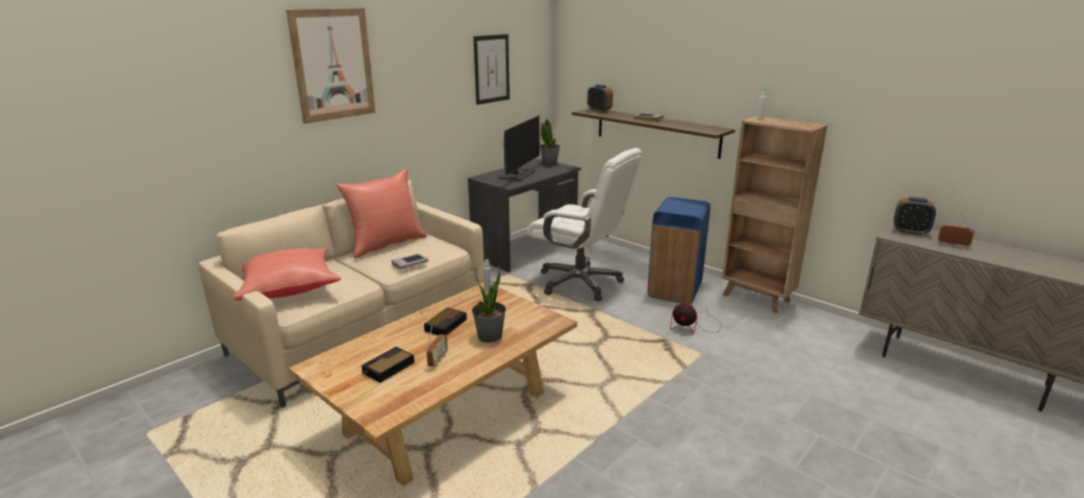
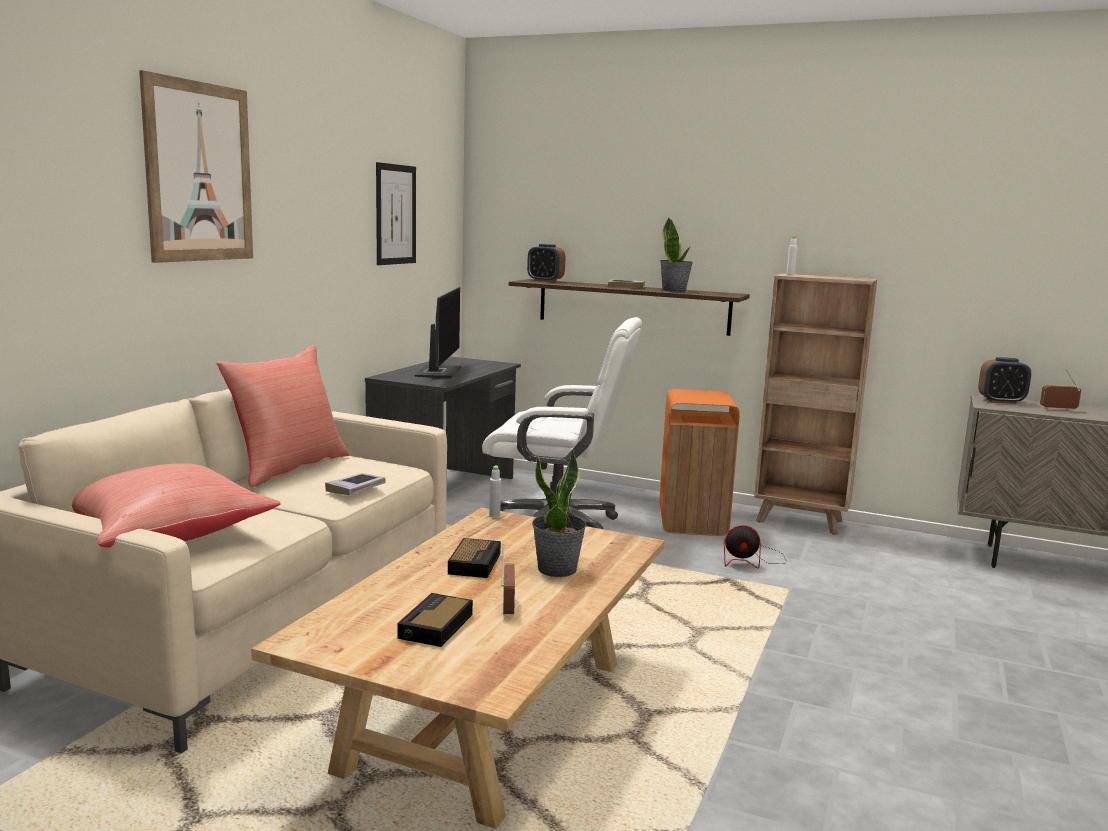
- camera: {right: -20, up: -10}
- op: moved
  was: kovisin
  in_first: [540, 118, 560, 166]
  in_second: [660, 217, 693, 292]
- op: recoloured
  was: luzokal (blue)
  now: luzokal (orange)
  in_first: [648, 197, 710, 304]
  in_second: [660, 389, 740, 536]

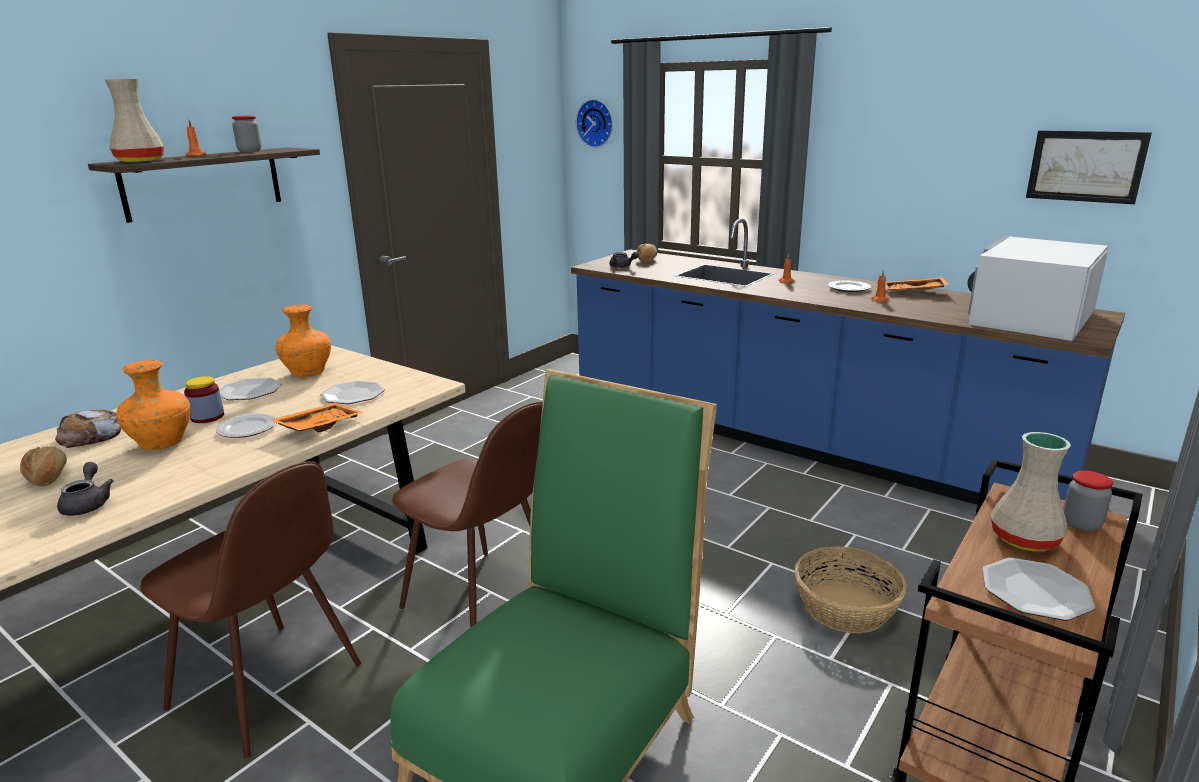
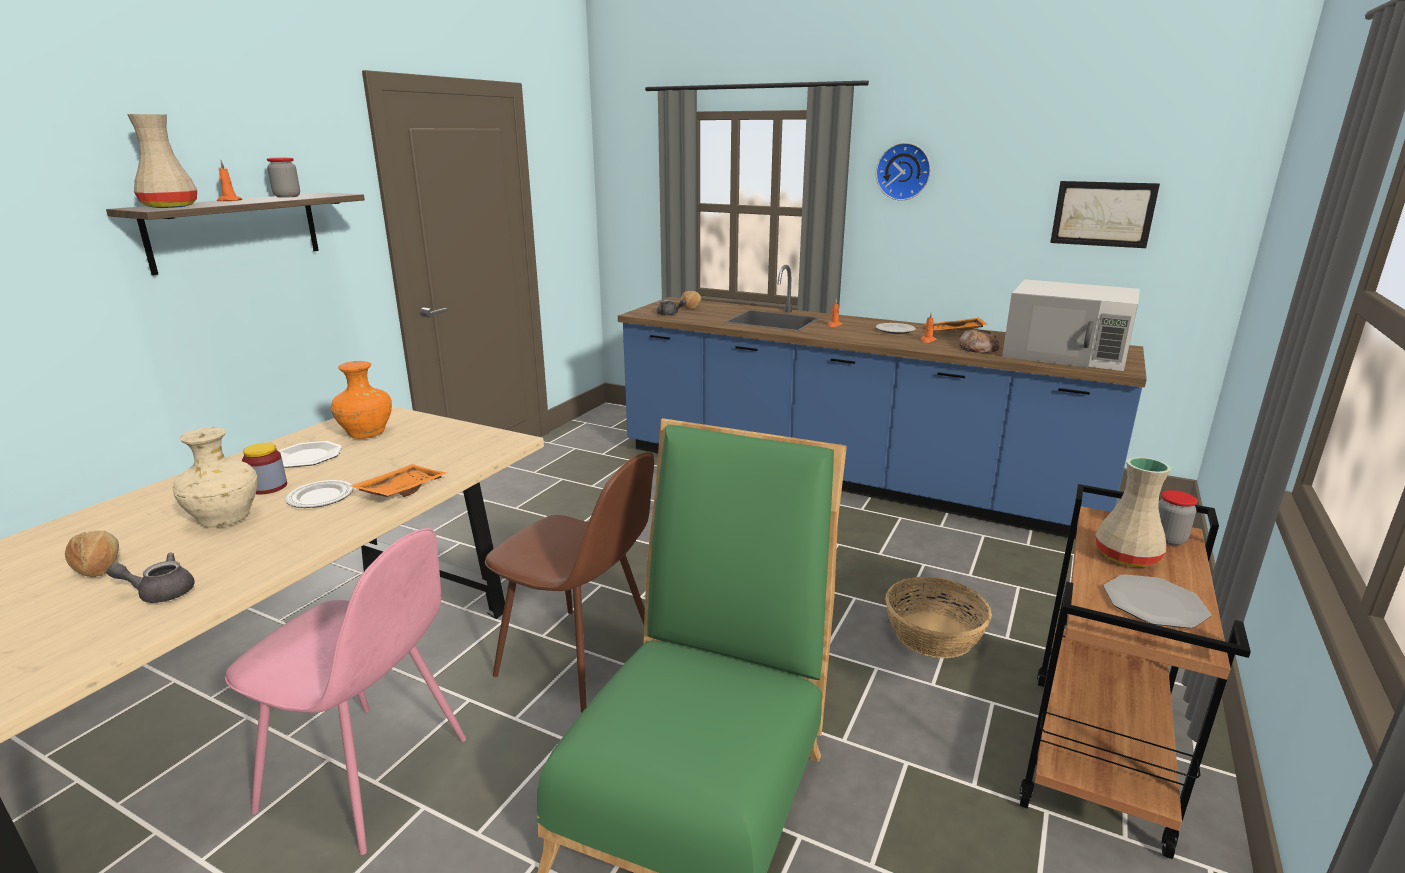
- camera: {right: -10, up: 0}
- op: moved
  was: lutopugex
  in_first: [576, 99, 613, 148]
  in_second: [876, 143, 931, 201]
- op: turned
  was: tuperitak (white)
  in_first: [968, 236, 1108, 341]
  in_second: [1002, 279, 1140, 371]
  clockwise: -90
- op: recoloured
  was: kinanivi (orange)
  now: kinanivi (beige)
  in_first: [116, 360, 191, 450]
  in_second: [172, 427, 258, 528]
- op: removed
  was: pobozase
  in_first: [321, 381, 385, 404]
- op: moved
  was: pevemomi
  in_first: [55, 409, 121, 448]
  in_second: [957, 329, 1000, 353]
- op: recoloured
  was: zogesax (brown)
  now: zogesax (pink)
  in_first: [140, 461, 361, 758]
  in_second: [225, 528, 466, 855]
- op: turned
  was: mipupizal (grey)
  in_first: [57, 462, 114, 516]
  in_second: [106, 553, 195, 603]
  clockwise: -75

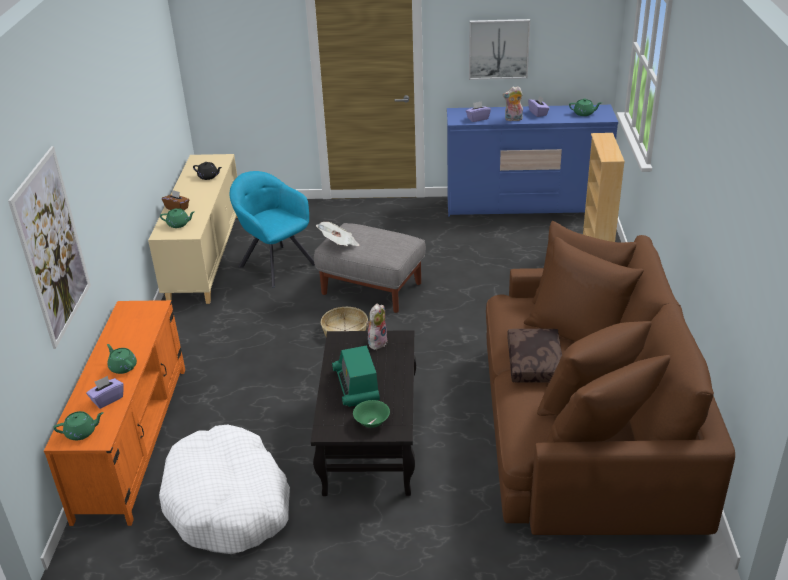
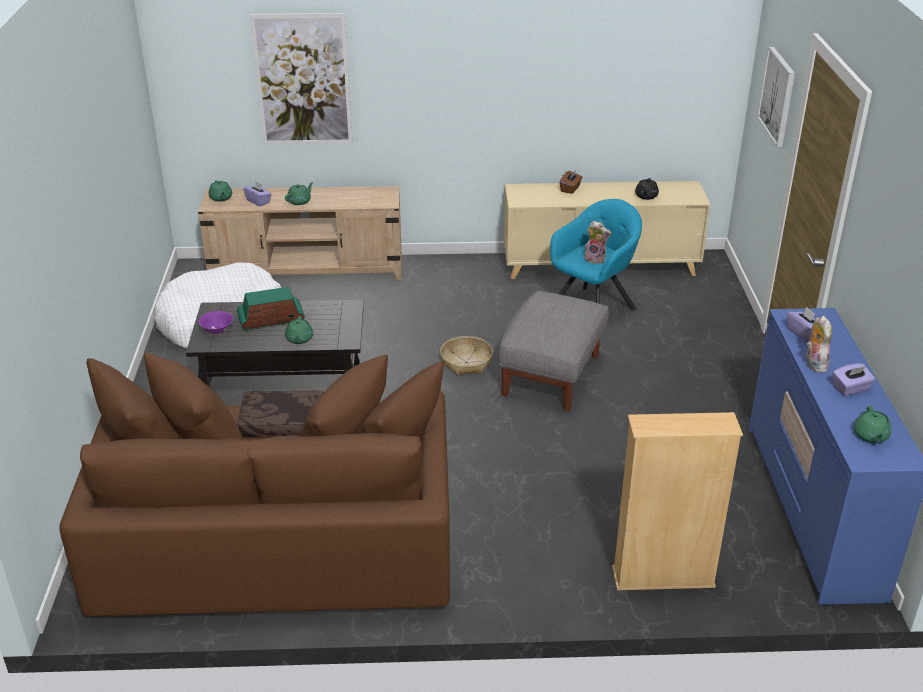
- camera: {right: 85, up: 0}
- op: moved
  was: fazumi
  in_first: [469, 19, 530, 80]
  in_second: [757, 47, 795, 147]
- op: moved
  was: mipupizal (green)
  in_first: [160, 208, 194, 228]
  in_second: [285, 316, 313, 344]
- op: removed
  was: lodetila
  in_first: [316, 222, 360, 246]
- op: recoloured
  was: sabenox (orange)
  now: sabenox (beige)
  in_first: [44, 300, 185, 526]
  in_second: [198, 186, 402, 280]
- op: moved
  was: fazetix
  in_first: [366, 304, 388, 350]
  in_second: [581, 221, 611, 264]
- op: recoloured
  was: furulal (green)
  now: furulal (purple)
  in_first: [353, 400, 390, 428]
  in_second: [199, 311, 234, 334]

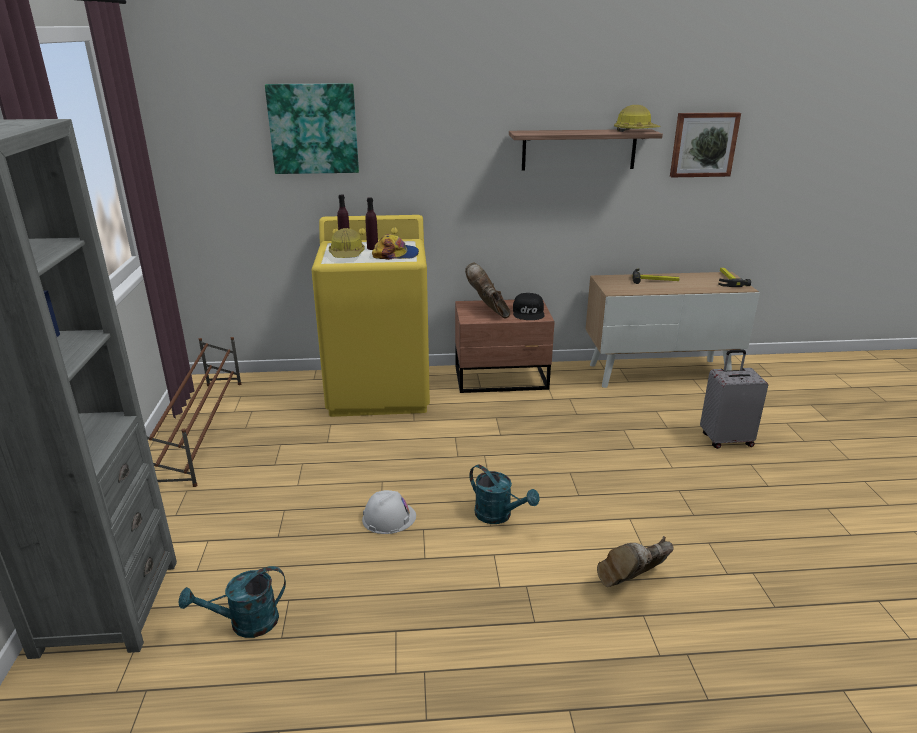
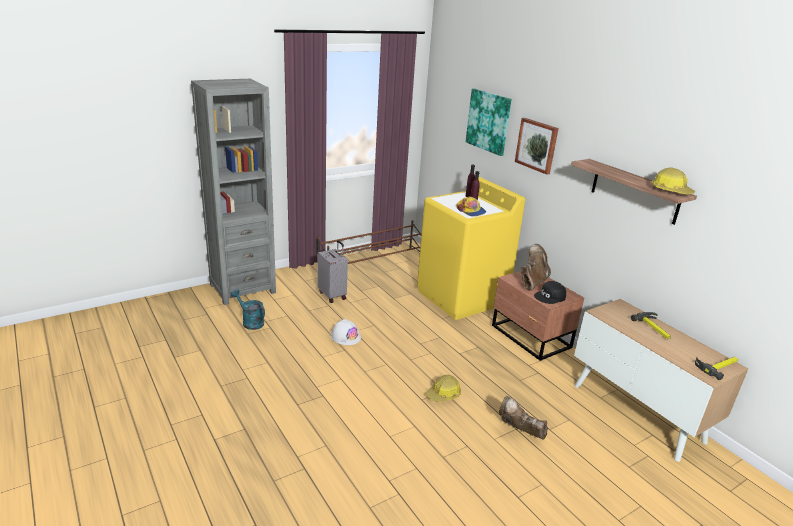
- camera: {right: 60, up: 0}
- op: moved
  was: fazumi
  in_first: [670, 112, 741, 177]
  in_second: [515, 118, 559, 175]
- op: moved
  was: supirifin
  in_first: [329, 228, 365, 258]
  in_second: [426, 375, 461, 402]
- op: moved
  was: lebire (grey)
  in_first: [700, 350, 768, 449]
  in_second: [318, 240, 348, 303]
- op: removed
  was: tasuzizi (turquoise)
  in_first: [469, 465, 540, 524]
- op: moved
  was: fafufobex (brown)
  in_first: [597, 536, 674, 587]
  in_second: [499, 396, 548, 440]

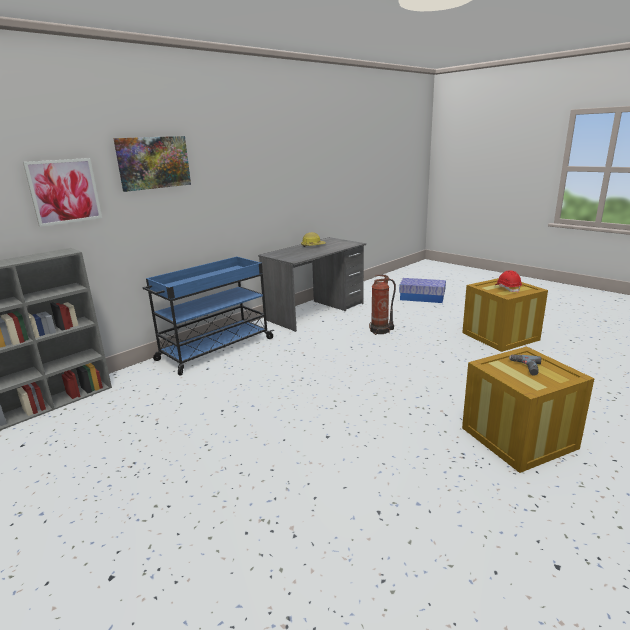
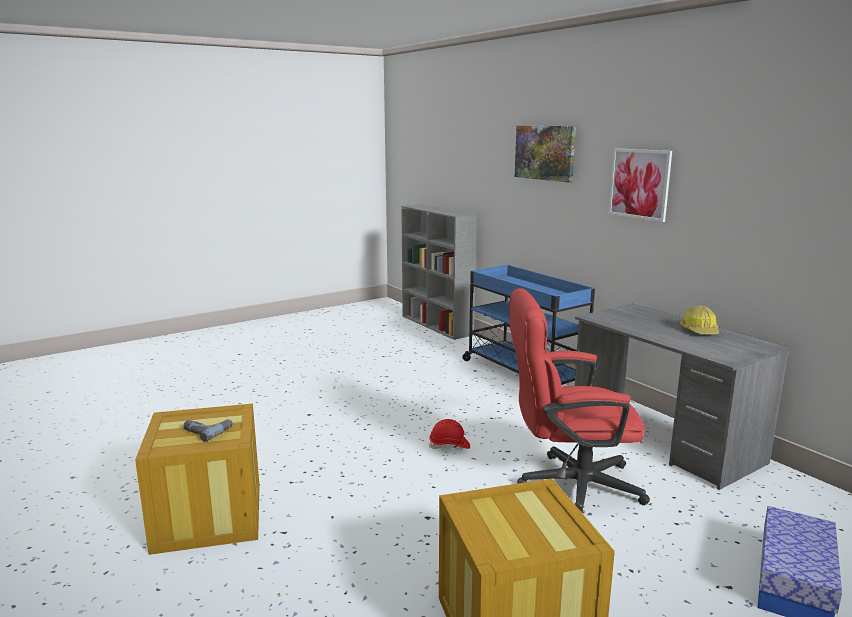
- camera: {right: 100, up: -5}
- op: moved
  was: fazumi
  in_first: [23, 158, 102, 227]
  in_second: [608, 148, 672, 222]
- op: moved
  was: supirifin (red)
  in_first: [495, 270, 522, 293]
  in_second: [429, 419, 470, 449]
- op: replaced
  was: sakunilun
  now: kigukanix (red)
  in_first: [369, 275, 396, 335]
  in_second: [509, 288, 650, 513]

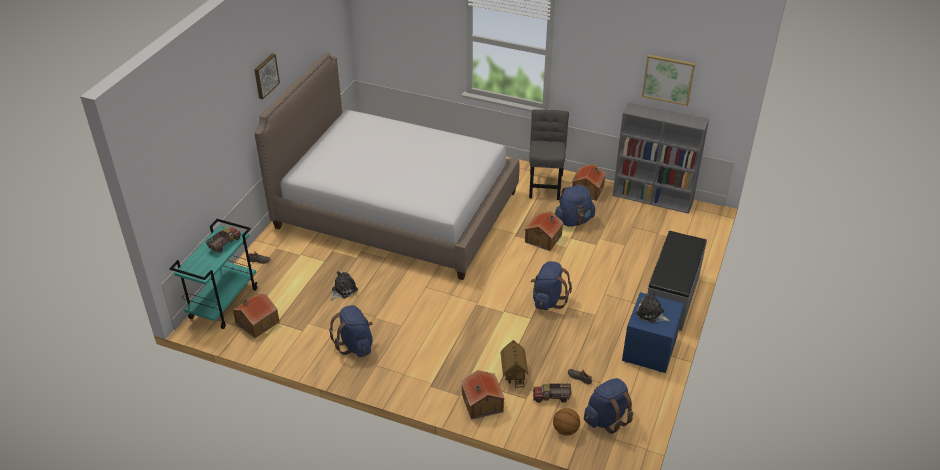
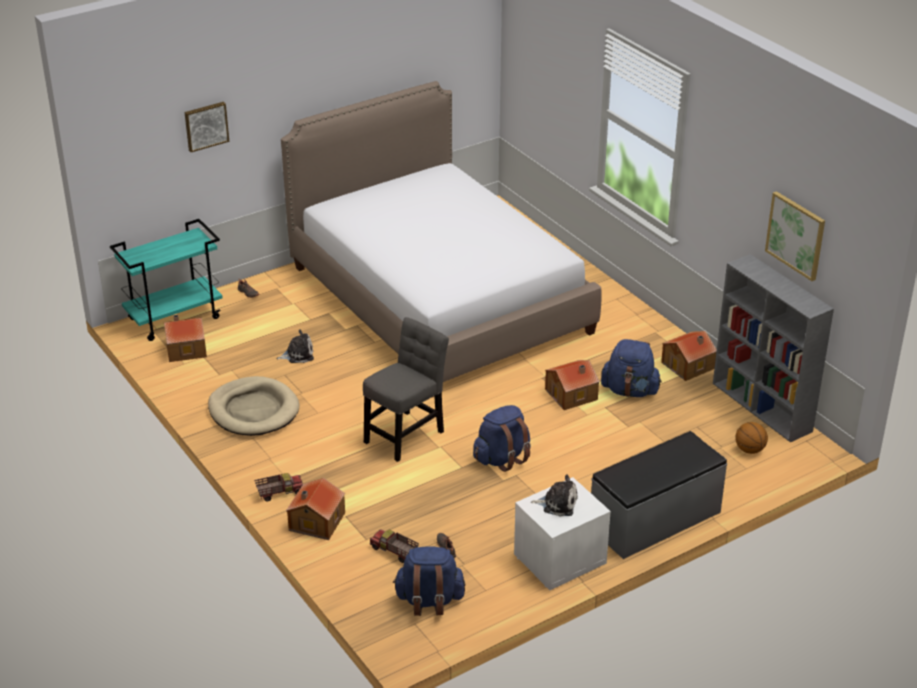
- camera: {right: 35, up: -5}
- op: moved
  was: fazumi
  in_first: [254, 53, 280, 99]
  in_second: [185, 102, 229, 152]
- op: moved
  was: zogesax (grey)
  in_first: [529, 109, 569, 200]
  in_second: [363, 317, 449, 462]
- op: moved
  was: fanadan
  in_first: [205, 227, 241, 253]
  in_second: [254, 473, 303, 502]
- op: turned
  was: fazetix
  in_first: [636, 291, 670, 323]
  in_second: [531, 474, 578, 517]
  clockwise: 120
- op: recoloured
  was: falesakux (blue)
  now: falesakux (white)
  in_first: [622, 292, 684, 373]
  in_second: [514, 477, 611, 590]
- op: replaced
  was: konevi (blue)
  now: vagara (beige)
  in_first: [329, 305, 373, 357]
  in_second: [208, 376, 300, 436]
- op: removed
  was: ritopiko
  in_first: [500, 340, 529, 389]
- op: moved
  was: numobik
  in_first: [553, 408, 580, 436]
  in_second: [735, 422, 768, 454]

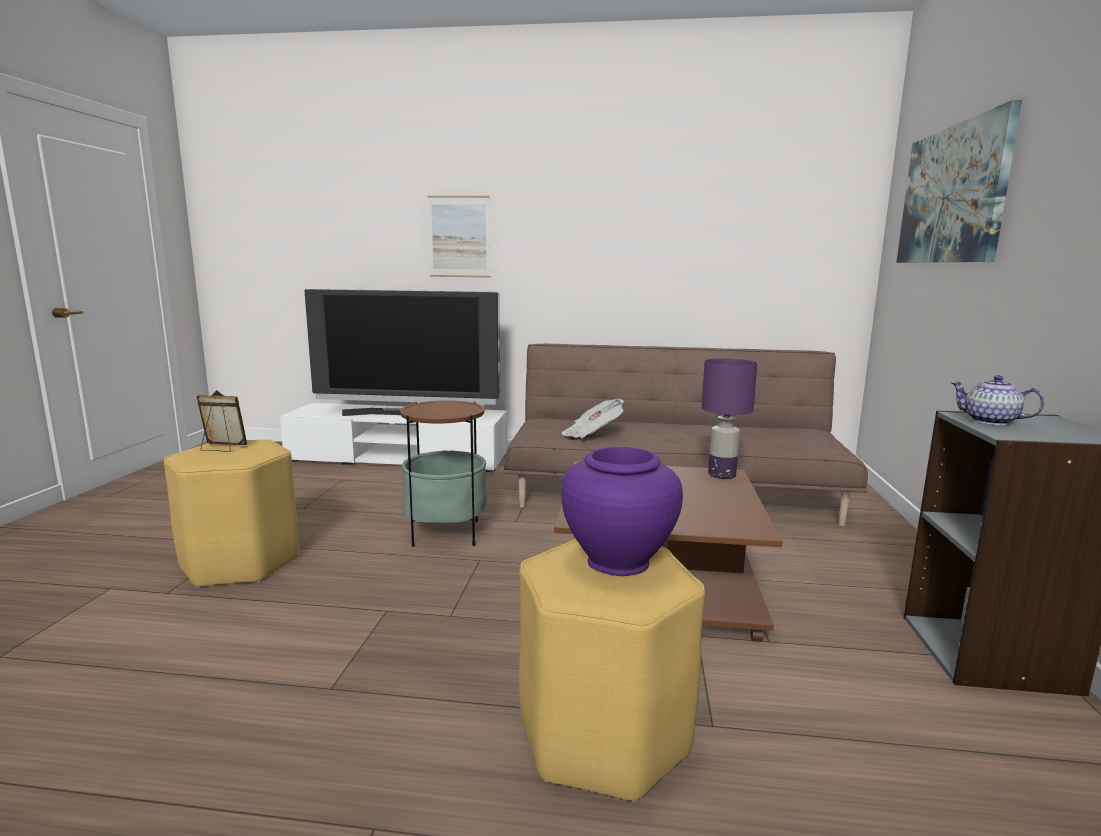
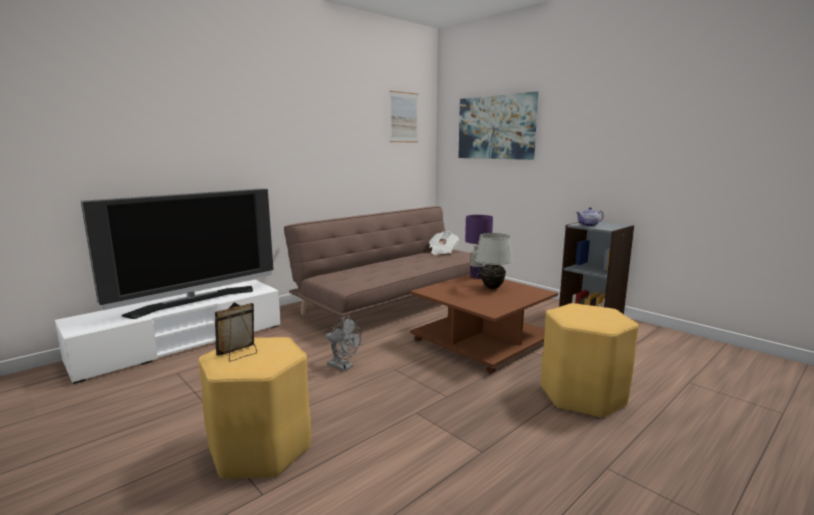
- camera: {right: -50, up: 0}
- op: moved
  was: fazumi
  in_first: [427, 196, 490, 278]
  in_second: [389, 91, 418, 142]
- op: moved
  was: lodetila
  in_first: [562, 399, 624, 438]
  in_second: [429, 231, 459, 255]
- op: replaced
  was: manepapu
  now: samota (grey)
  in_first: [400, 401, 487, 547]
  in_second: [326, 317, 361, 371]
- op: removed
  was: kinanivi (purple)
  in_first: [561, 447, 683, 576]
- op: added
  now: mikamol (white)
  in_second: [475, 233, 513, 289]

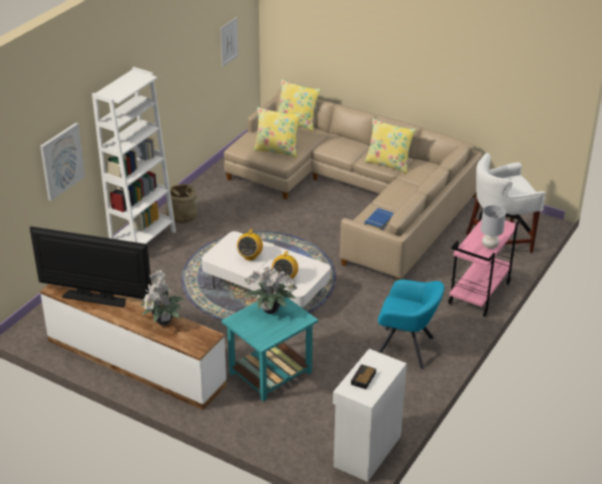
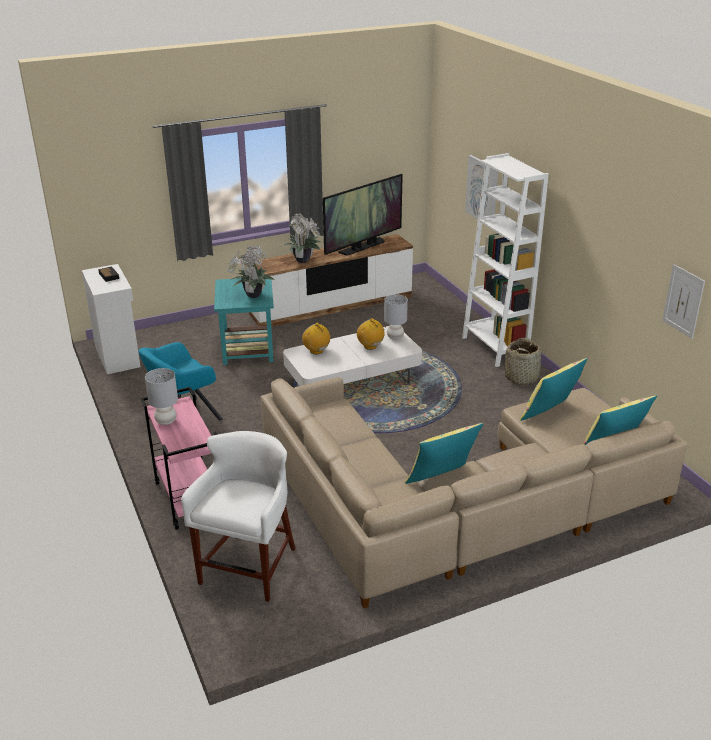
- camera: {right: 125, up: -5}
- op: removed
  was: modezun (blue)
  in_first: [364, 208, 394, 230]
- op: added
  now: mikamol (grey)
  in_second: [384, 294, 408, 340]

